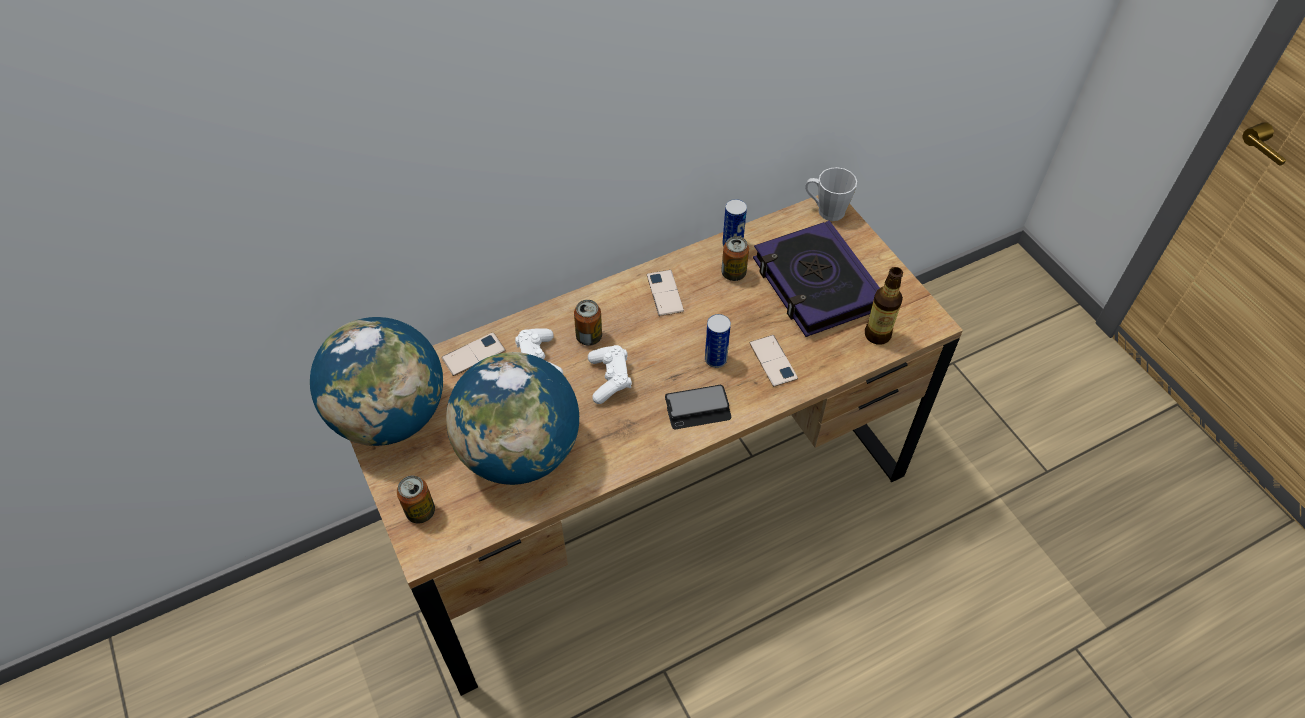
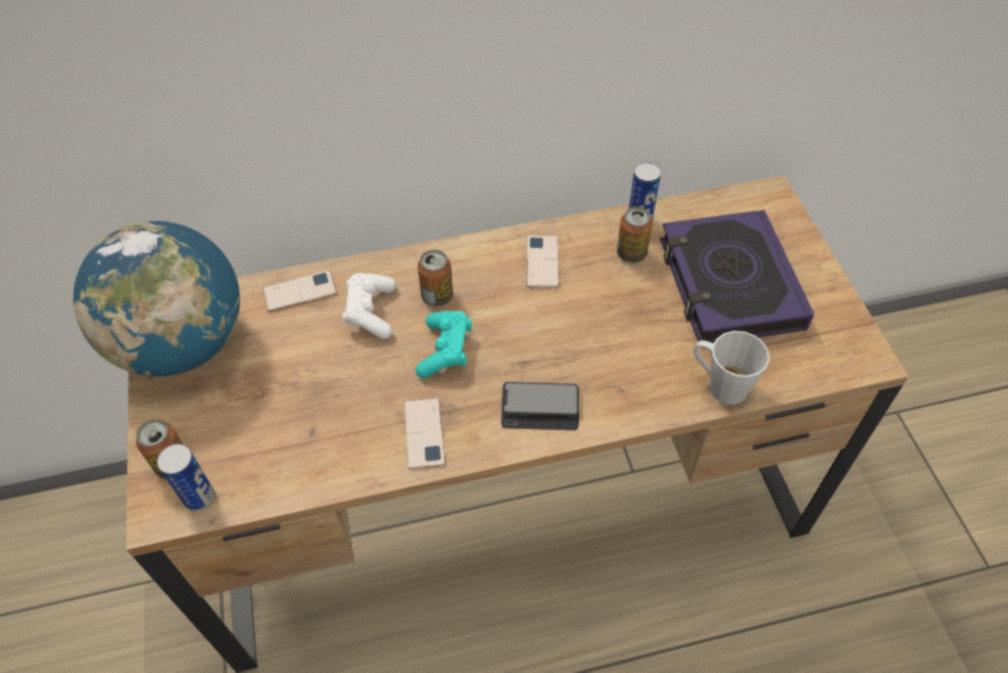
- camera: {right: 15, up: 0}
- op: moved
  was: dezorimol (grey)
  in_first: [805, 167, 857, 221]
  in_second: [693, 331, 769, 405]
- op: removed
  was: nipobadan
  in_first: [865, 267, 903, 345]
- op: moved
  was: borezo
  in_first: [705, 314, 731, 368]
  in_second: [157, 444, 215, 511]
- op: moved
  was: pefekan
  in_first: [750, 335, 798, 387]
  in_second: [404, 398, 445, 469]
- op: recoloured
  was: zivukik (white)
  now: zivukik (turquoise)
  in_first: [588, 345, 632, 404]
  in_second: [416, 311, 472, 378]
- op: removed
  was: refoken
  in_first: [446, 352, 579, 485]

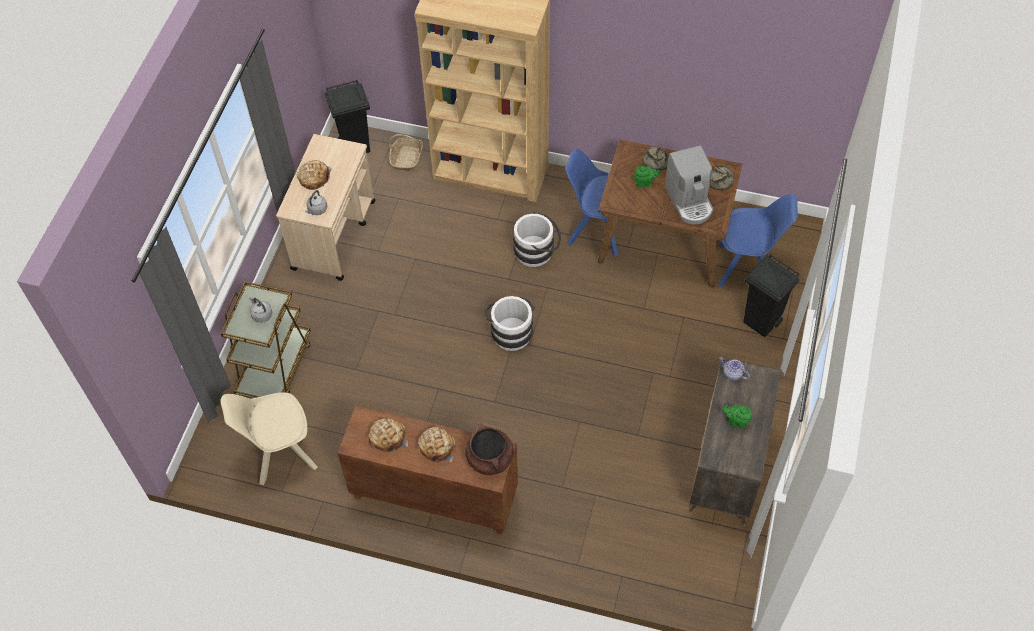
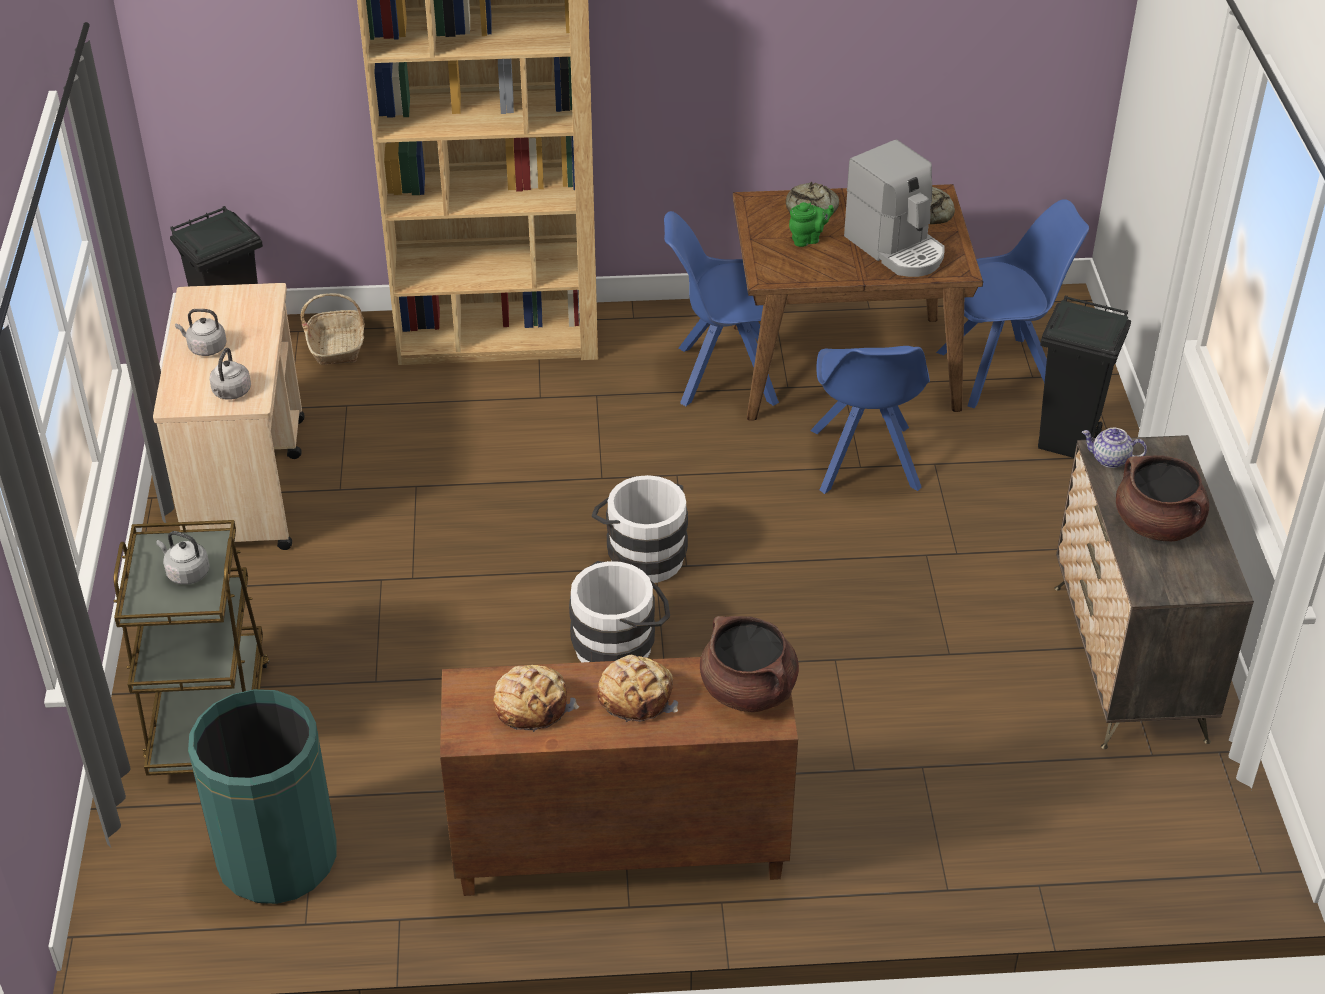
- camera: {right: -20, up: -15}
- op: replaced
  was: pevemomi
  now: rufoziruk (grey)
  in_first: [297, 160, 332, 190]
  in_second: [175, 309, 226, 356]
- op: moved
  was: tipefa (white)
  in_first: [513, 212, 561, 267]
  in_second: [569, 561, 670, 662]
- op: replaced
  was: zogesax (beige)
  now: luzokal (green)
  in_first: [220, 392, 318, 485]
  in_second: [188, 689, 337, 904]
- op: replaced
  was: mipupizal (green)
  now: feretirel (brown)
  in_first: [723, 404, 752, 429]
  in_second: [1116, 455, 1209, 541]
- op: added
  now: zogesax (blue)
  in_second: [810, 346, 930, 494]

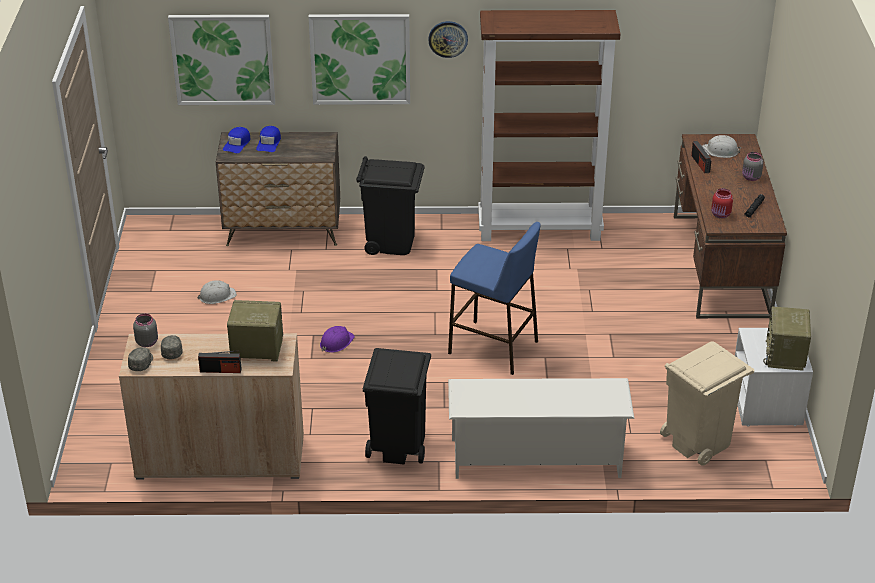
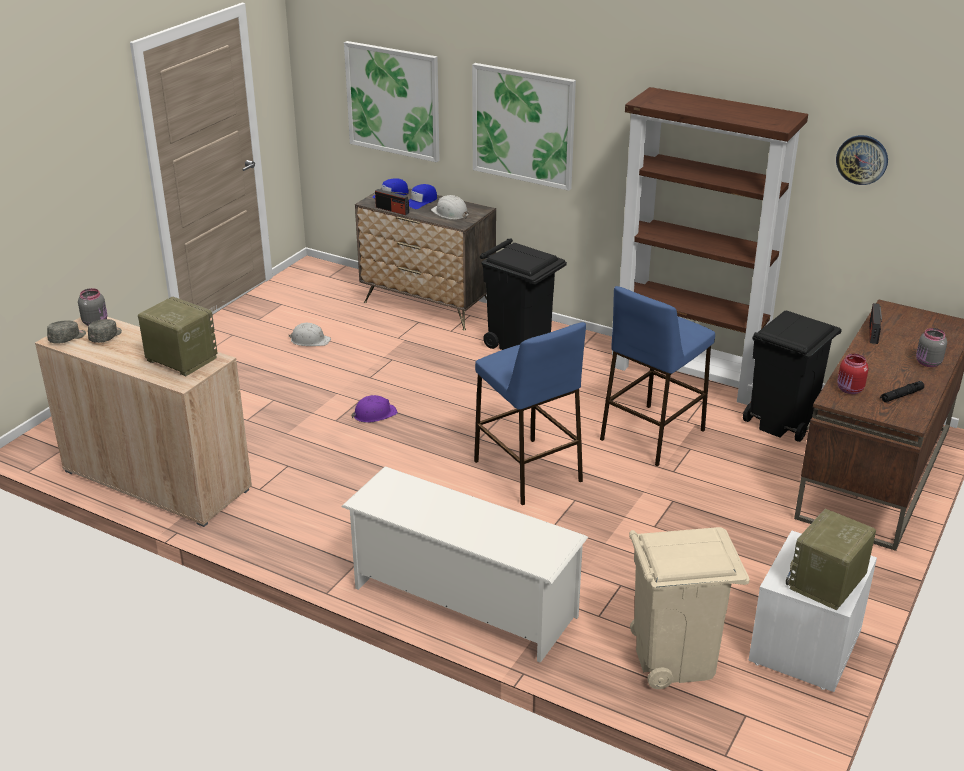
- camera: {right: 30, up: -5}
- op: moved
  was: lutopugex
  in_first: [428, 21, 468, 58]
  in_second: [836, 135, 888, 185]
- op: moved
  was: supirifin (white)
  in_first: [703, 135, 741, 158]
  in_second: [431, 195, 469, 220]
- op: moved
  was: luzokal (black)
  in_first: [363, 348, 431, 465]
  in_second: [743, 311, 842, 442]
- op: moved
  was: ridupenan
  in_first: [198, 350, 242, 373]
  in_second: [375, 189, 409, 215]
- op: added
  now: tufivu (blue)
  in_second: [600, 286, 715, 466]

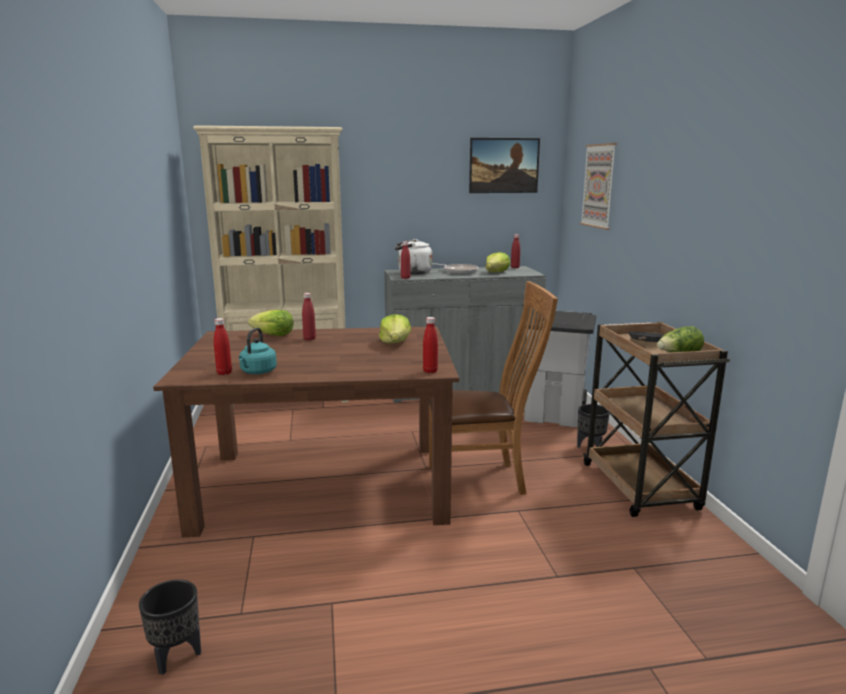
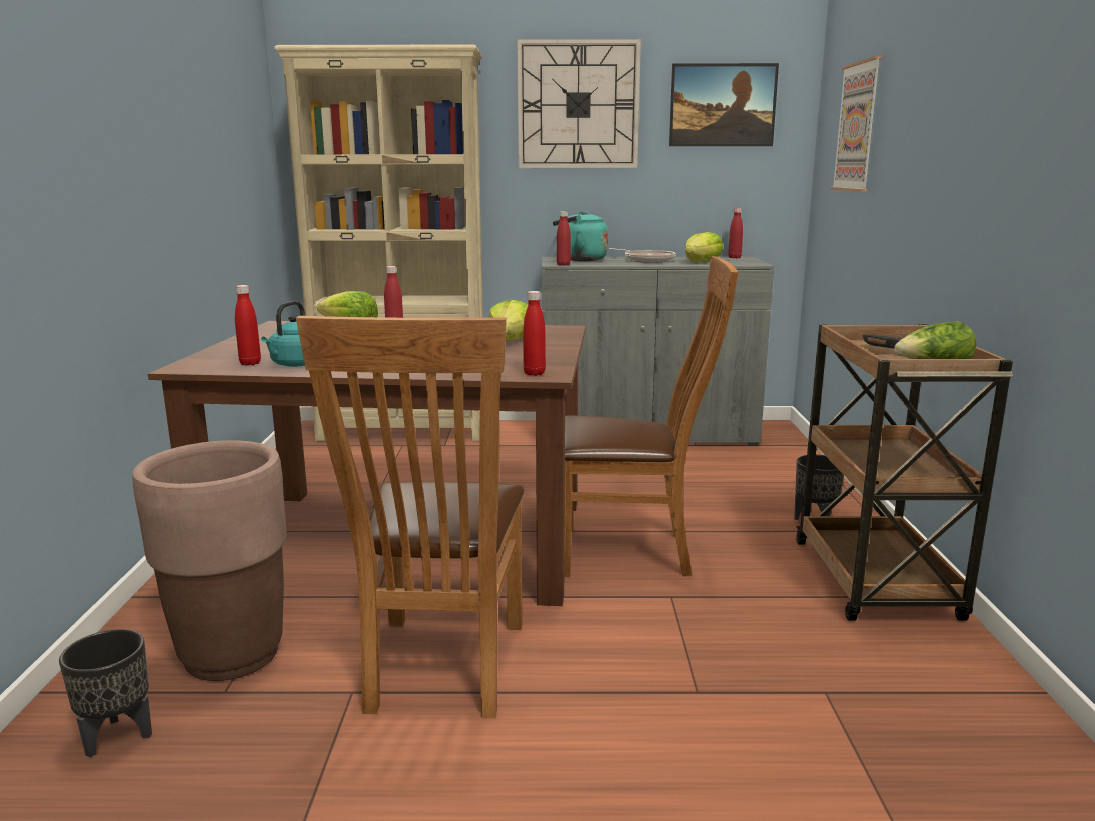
- camera: {right: 10, up: 0}
- op: recoloured
  was: rufoziruk (white)
  now: rufoziruk (turquoise)
  in_first: [395, 239, 432, 274]
  in_second: [553, 211, 608, 261]
- op: removed
  was: luzokal (grey)
  in_first: [524, 311, 596, 427]
- op: added
  now: lutopugex
  in_second: [517, 39, 641, 168]
- op: added
  now: zogesax (brown)
  in_second: [296, 316, 524, 718]
- op: added
  now: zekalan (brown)
  in_second: [132, 440, 287, 681]

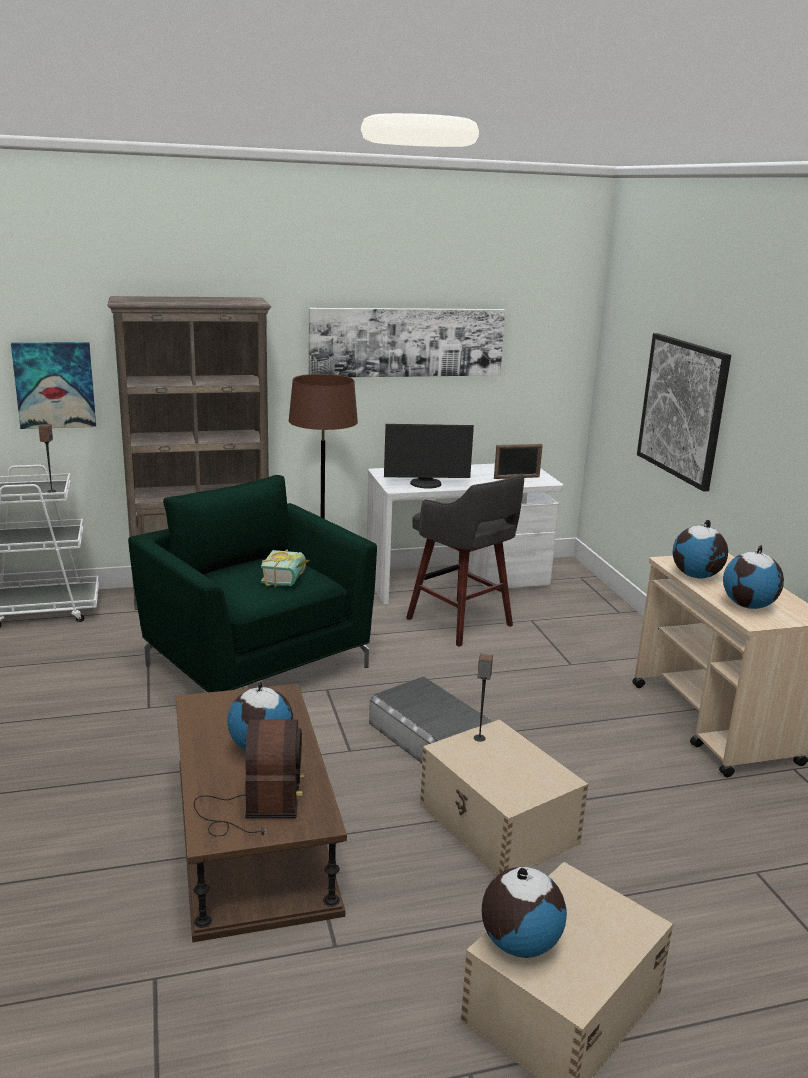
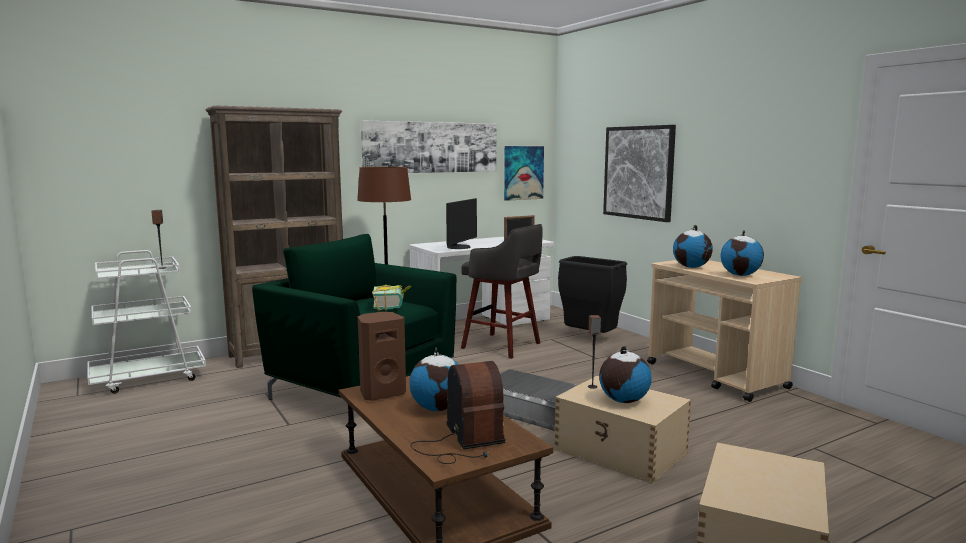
- camera: {right: -15, up: -10}
- op: moved
  was: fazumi
  in_first: [11, 342, 96, 429]
  in_second: [504, 146, 544, 201]
- op: turned
  was: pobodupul
  in_first: [384, 424, 474, 489]
  in_second: [446, 198, 477, 249]
  clockwise: -45
- op: moved
  was: refoken
  in_first: [482, 867, 567, 958]
  in_second: [599, 346, 652, 403]
- op: added
  now: luzokal (black)
  in_second: [558, 256, 627, 333]
- op: added
  now: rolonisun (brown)
  in_second: [358, 312, 406, 401]

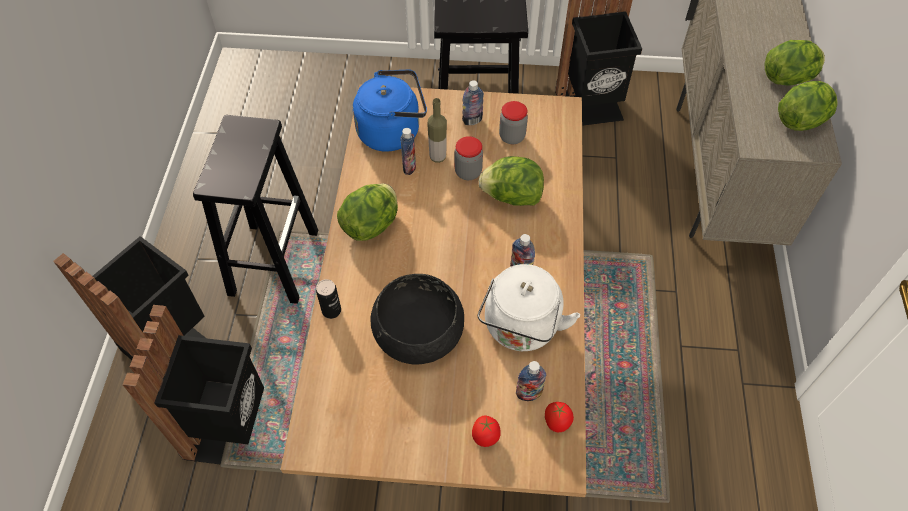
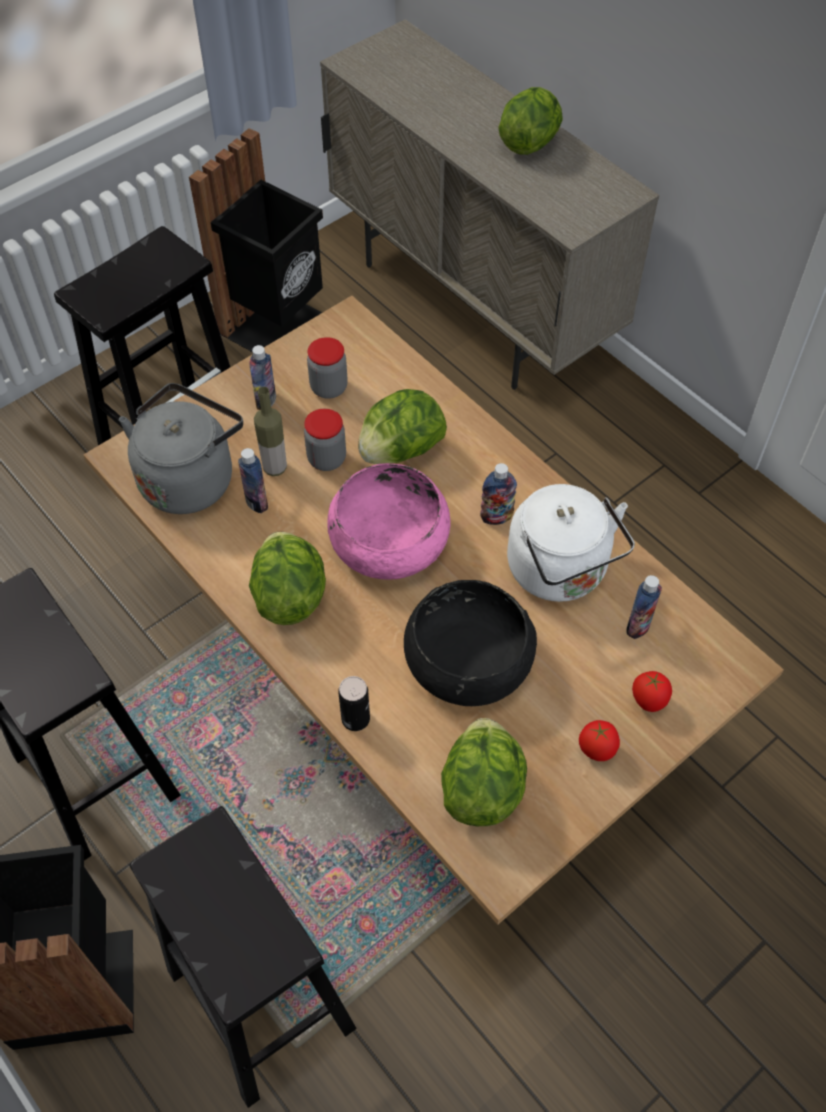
- camera: {right: -45, up: 0}
- op: recoloured
  was: rufoziruk (blue)
  now: rufoziruk (grey)
  in_first: [353, 70, 427, 152]
  in_second: [119, 383, 243, 514]
- op: moved
  was: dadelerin
  in_first: [778, 81, 838, 131]
  in_second: [441, 718, 527, 826]
- op: replaced
  was: luzokal (black)
  now: tufivu (black)
  in_first: [123, 305, 264, 465]
  in_second: [130, 806, 357, 1108]
- op: moved
  was: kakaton
  in_first: [545, 402, 574, 432]
  in_second: [579, 720, 620, 761]
- op: added
  now: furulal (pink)
  in_second: [327, 463, 450, 579]

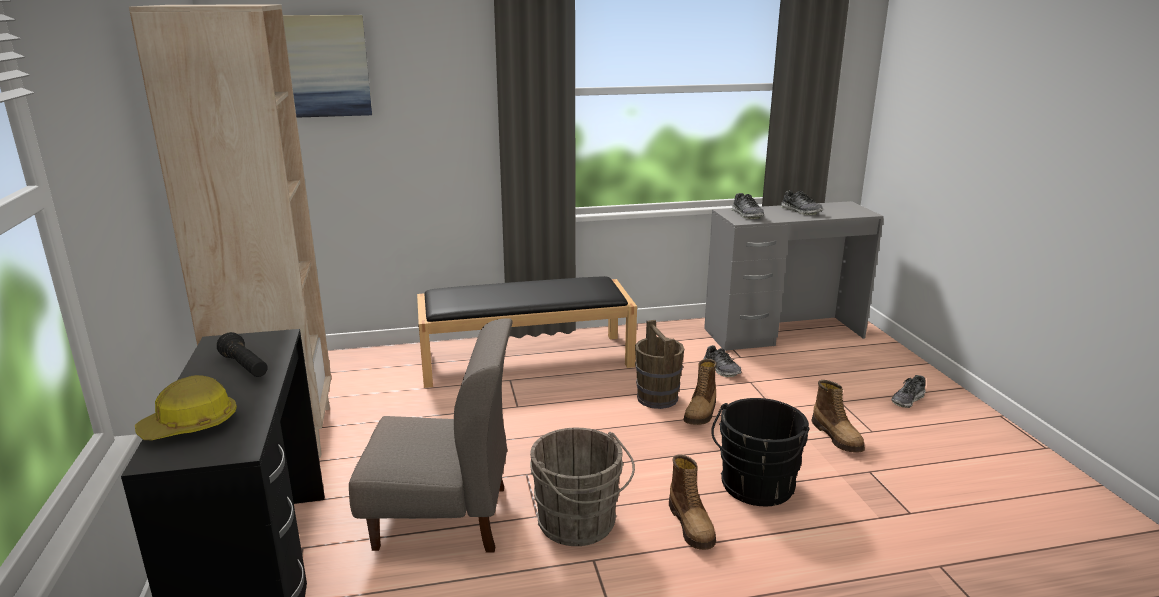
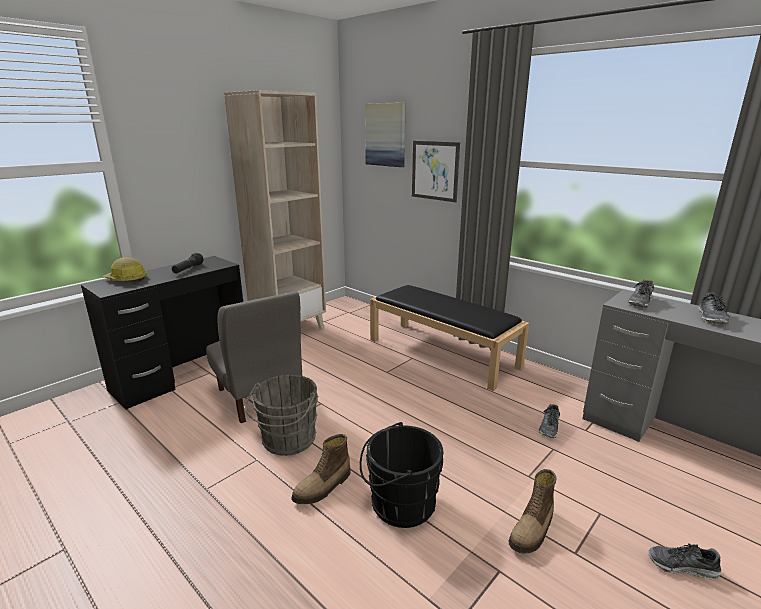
- camera: {right: 55, up: 0}
- op: removed
  was: tipefa (brown)
  in_first: [635, 320, 684, 409]
- op: removed
  was: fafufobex
  in_first: [683, 359, 717, 425]
- op: added
  now: fazumi
  in_second: [412, 141, 460, 202]

